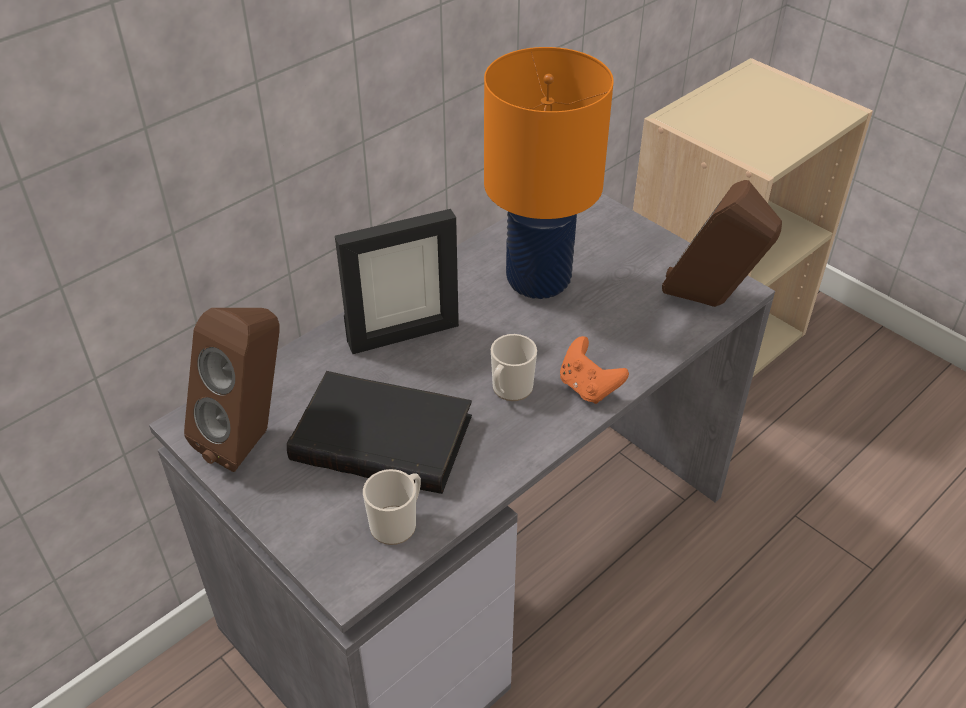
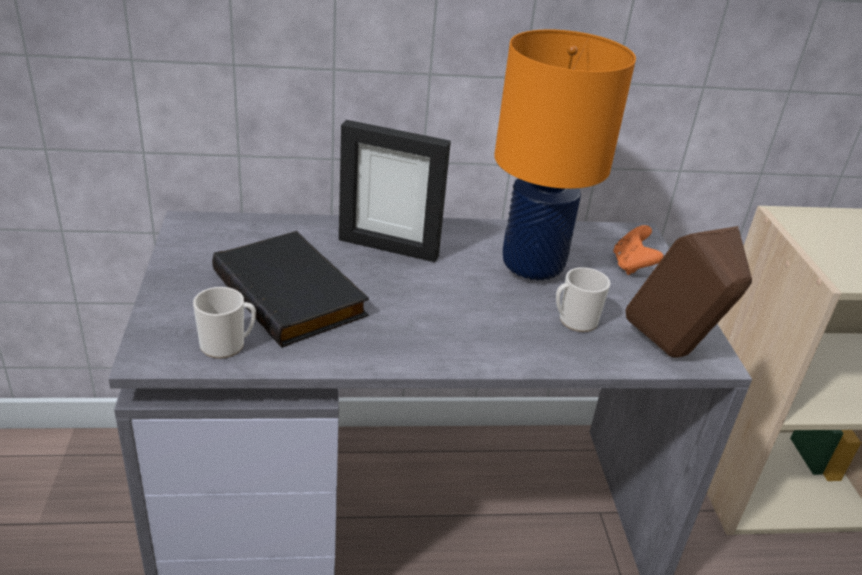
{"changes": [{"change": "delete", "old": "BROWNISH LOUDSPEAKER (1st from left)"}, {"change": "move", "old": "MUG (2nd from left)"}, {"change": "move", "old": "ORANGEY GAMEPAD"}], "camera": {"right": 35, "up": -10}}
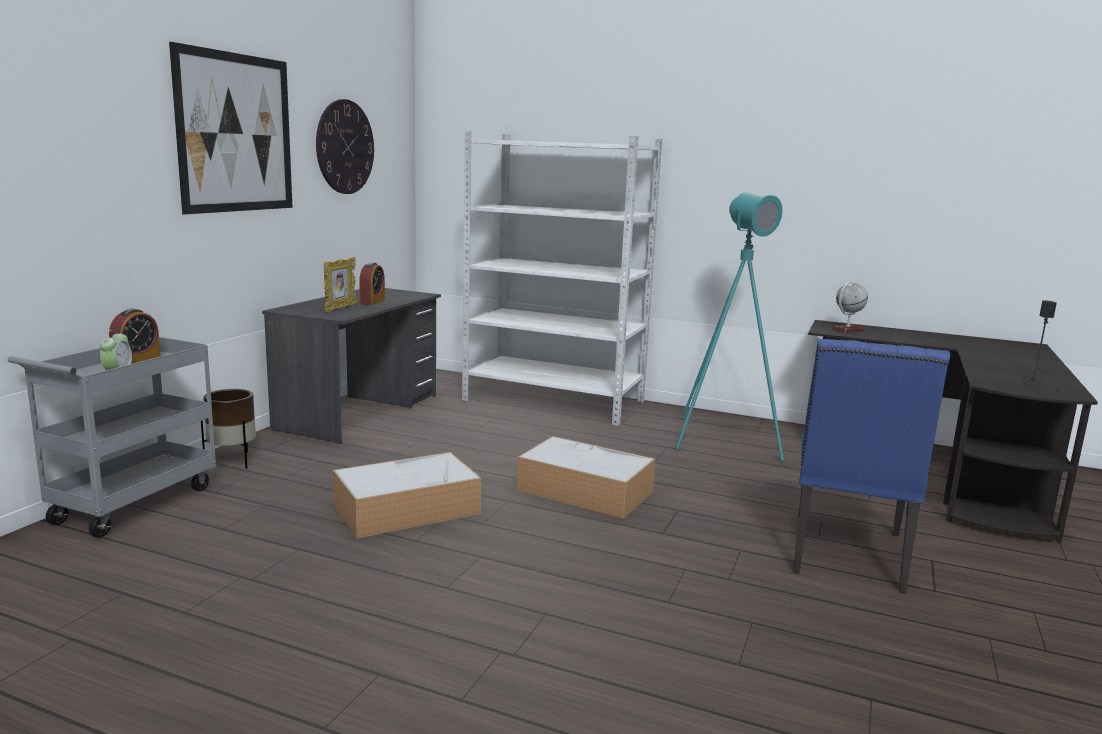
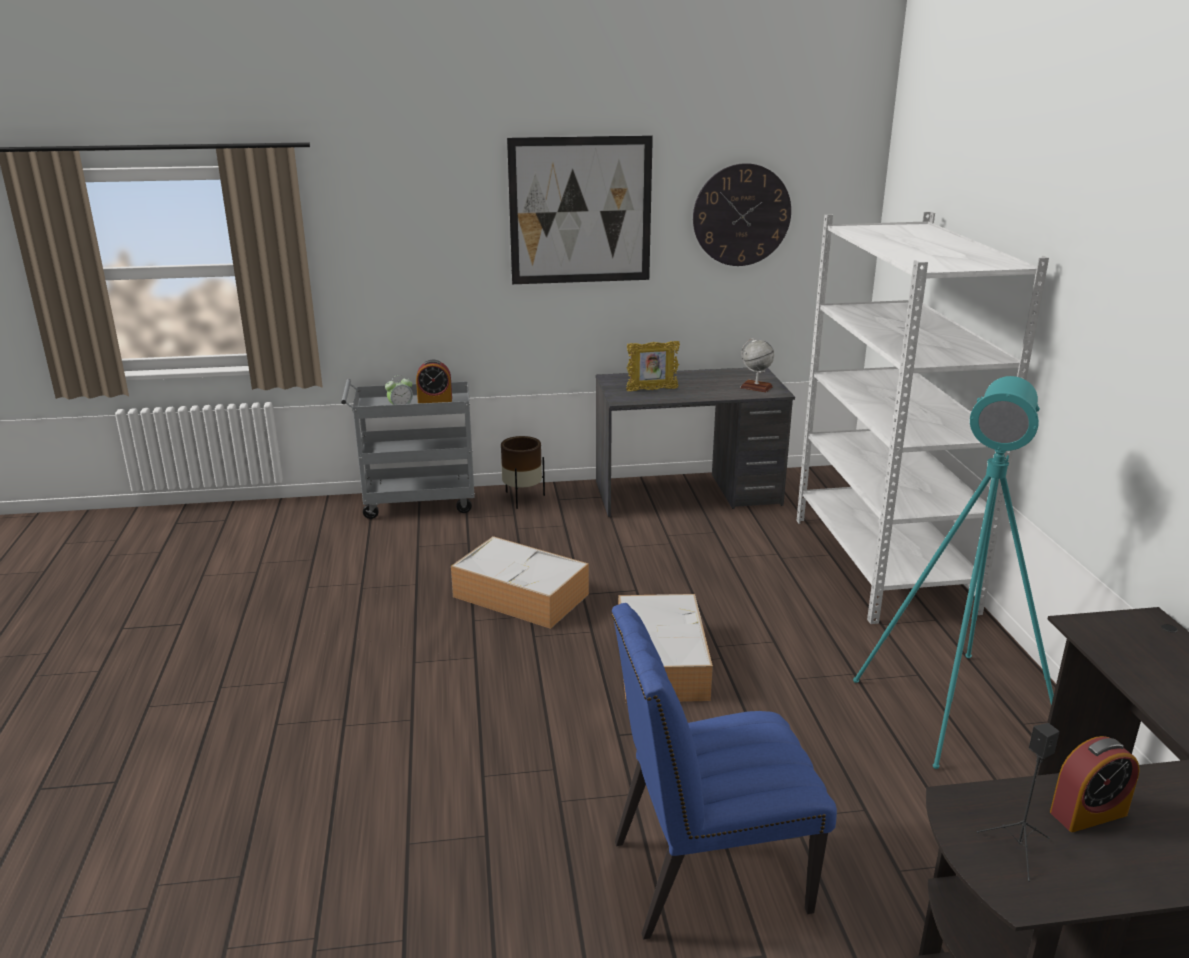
{"changes": [{"change": "move", "old": "TABLE CLOCK (3rd from left)"}, {"change": "move", "old": "GLOBE"}], "camera": {"right": 60, "up": 10}}
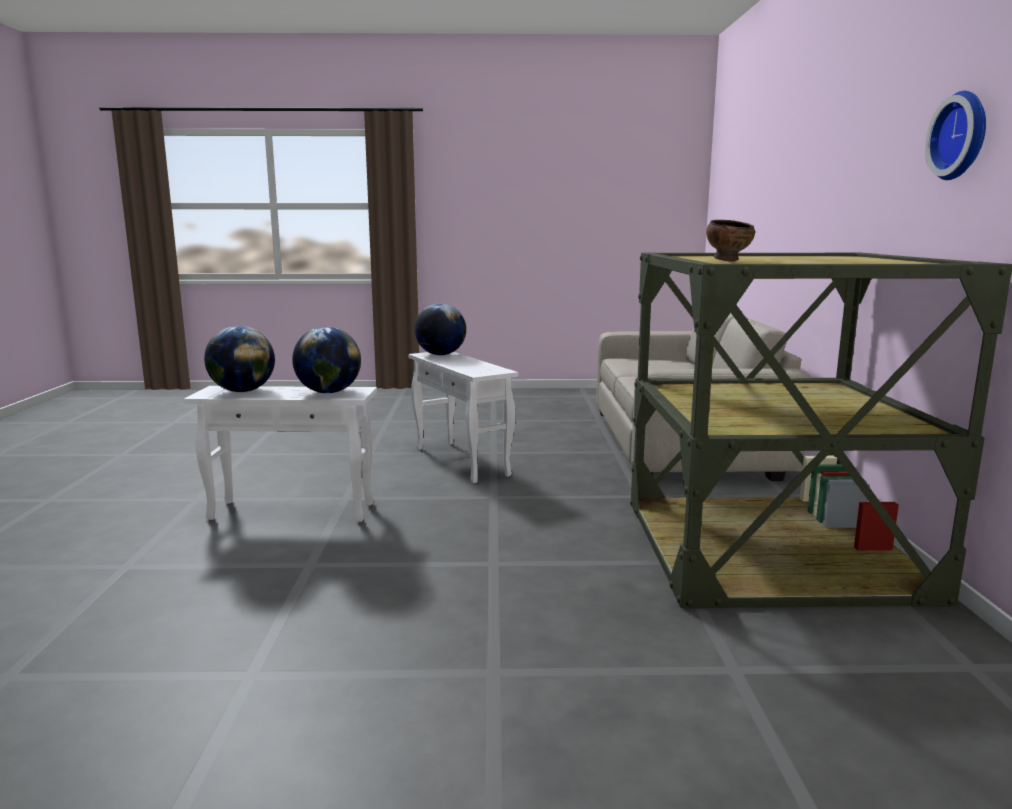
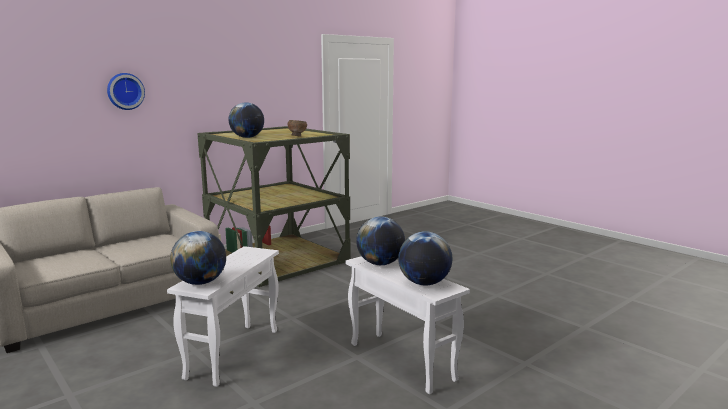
{"changes": [{"change": "move", "old": "HANGING CLOCK"}, {"change": "insert", "new": "GLOBE (2nd from left)"}], "camera": {"right": -130, "up": 0}}
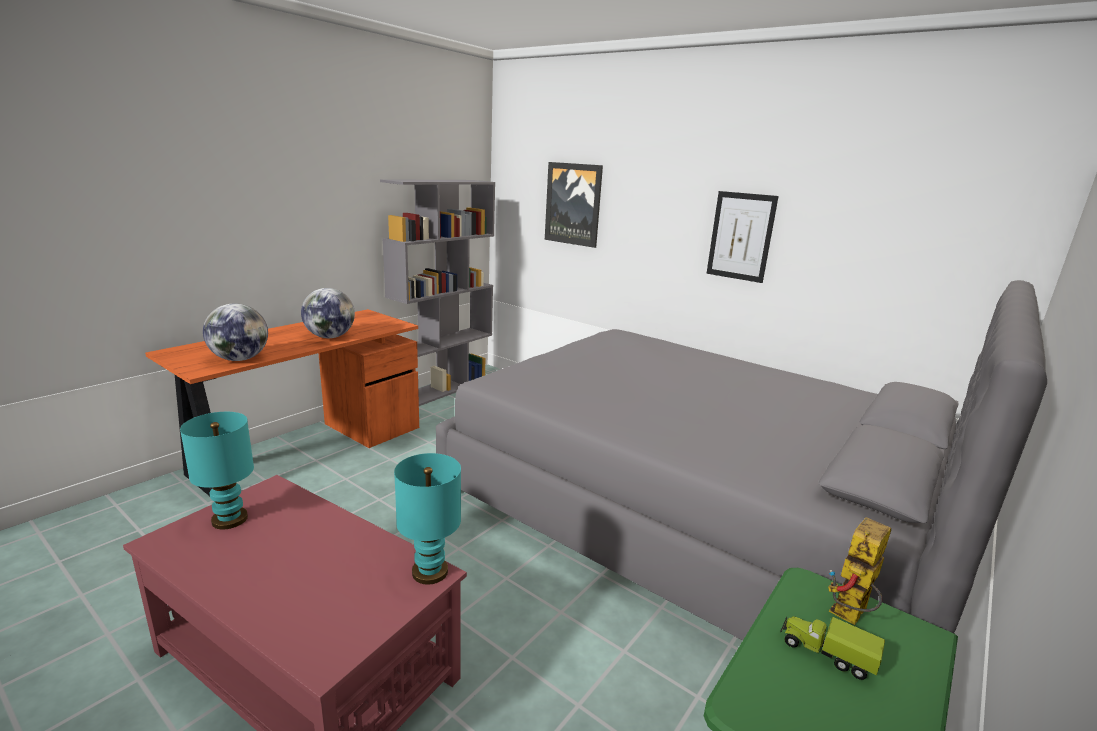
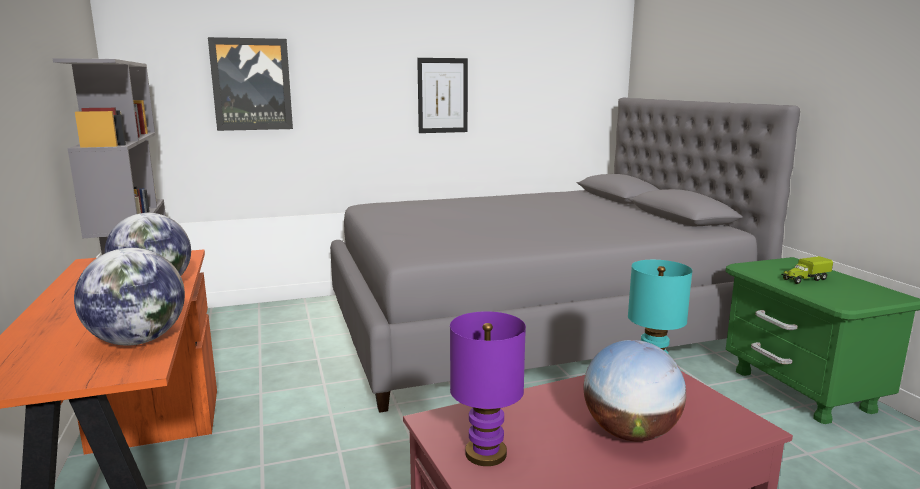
{"changes": [{"change": "recolor", "old": "TURQUOISE TABLETOP LAMP (1st from left)", "new": "PURPLE-COLOURED TABLETOP LAMP"}, {"change": "delete", "old": "TOY ROBOT"}, {"change": "insert", "new": "GLOBE (3rd from left)"}], "camera": {"right": -55, "up": -5}}
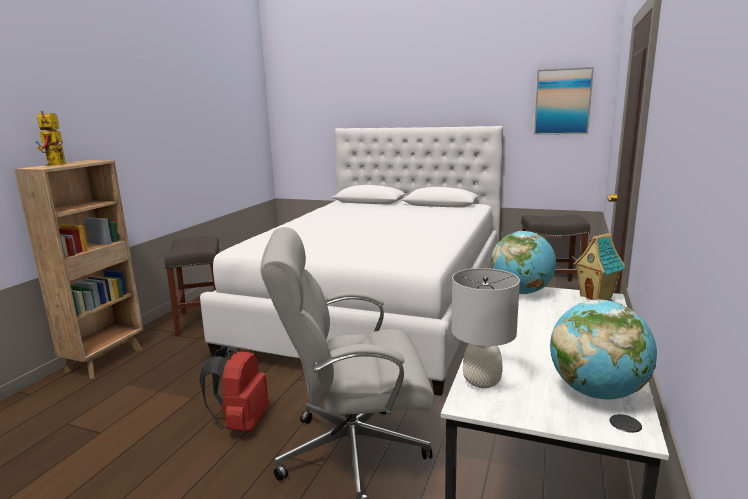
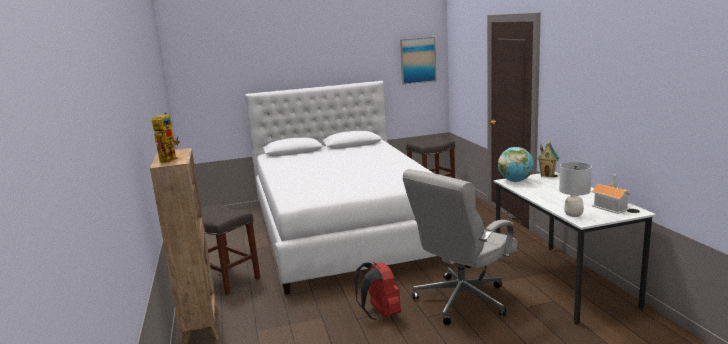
{"changes": [{"change": "rotate", "old": "TOY ROBOT", "degrees": -120}, {"change": "replace", "old": "GLOBE (2nd from left)", "new": "TOY HOUSE (2nd from left)"}], "camera": {"right": -35, "up": 0}}
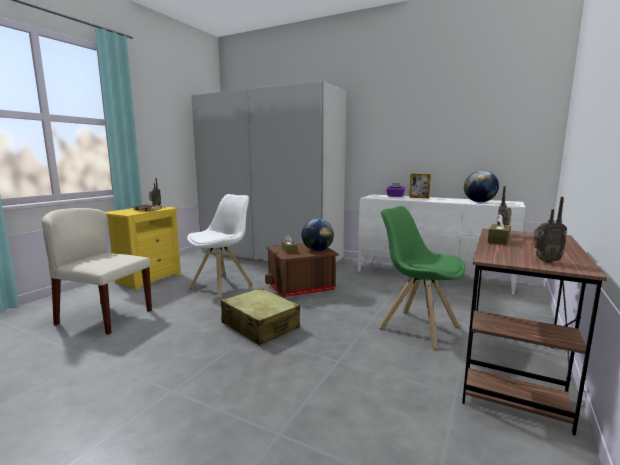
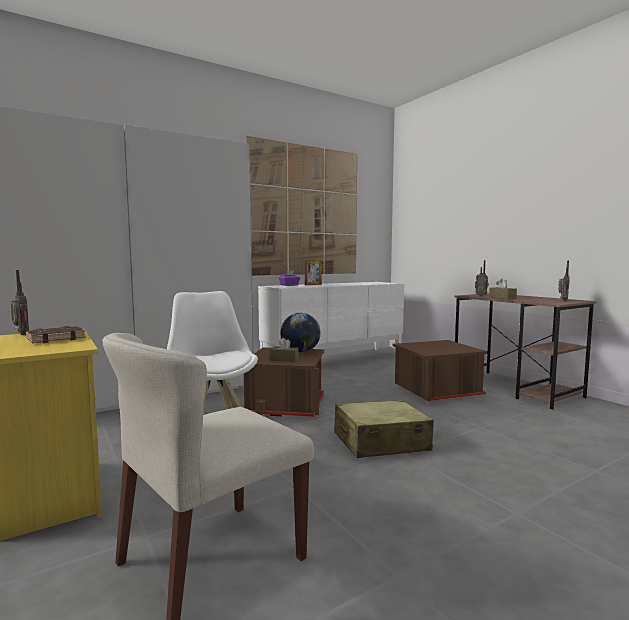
{"changes": [{"change": "replace", "old": "GREENISH PLAIN CHAIR", "new": "BROWNISH STORAGE BIN (2nd from left)"}, {"change": "delete", "old": "GLOBE (2nd from left)"}, {"change": "insert", "new": "PICTURE"}], "camera": {"right": -60, "up": -5}}
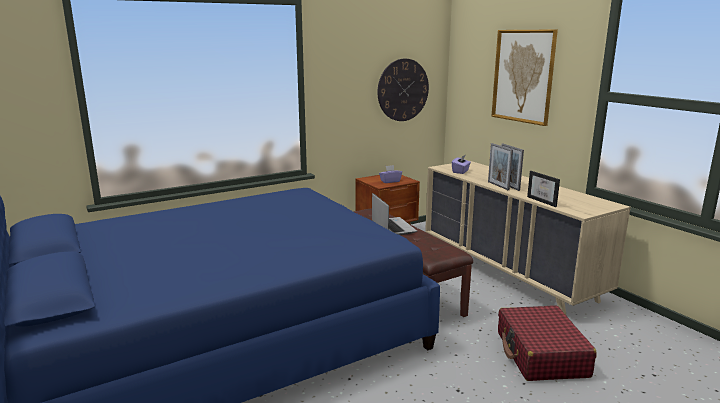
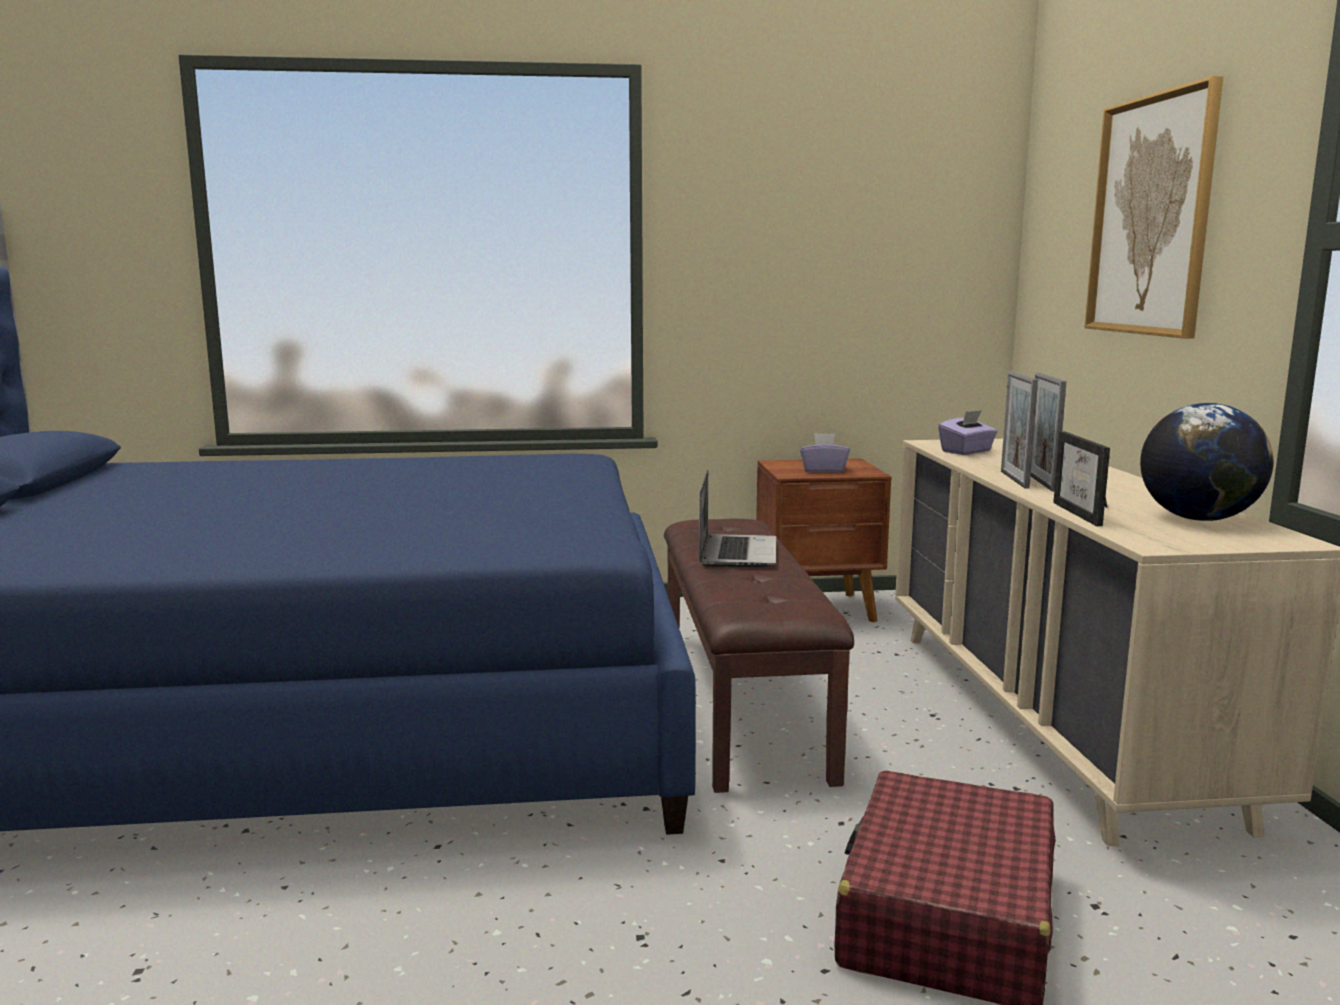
{"changes": [{"change": "delete", "old": "HANGING CLOCK"}, {"change": "insert", "new": "GLOBE"}], "camera": {"right": 25, "up": -5}}
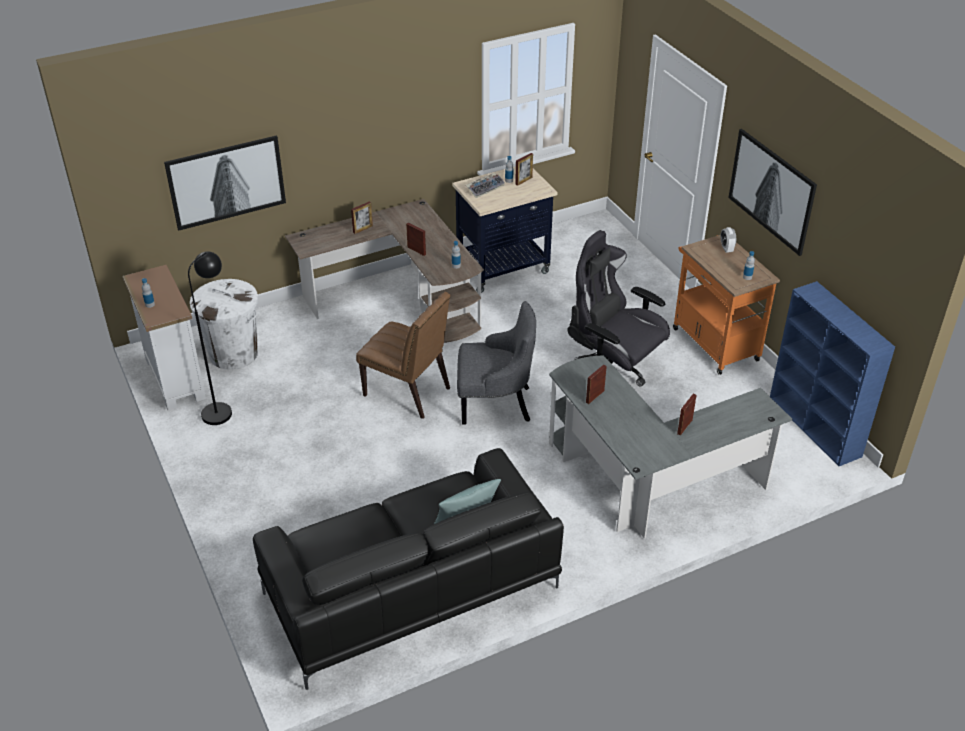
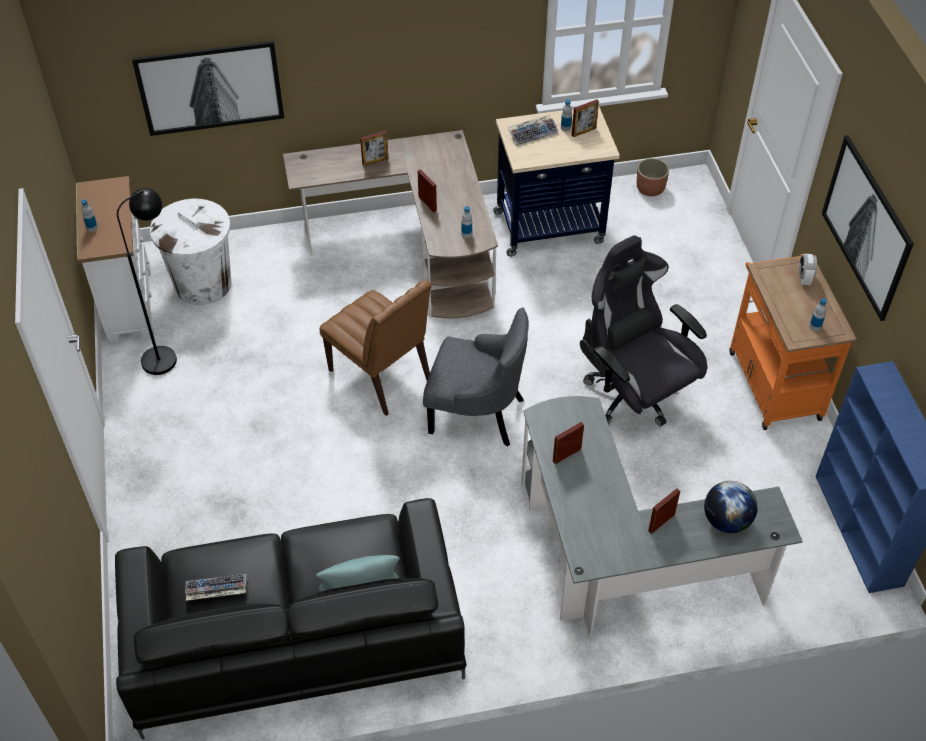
{"changes": [{"change": "insert", "new": "PC KEYBOARD (1st from left)"}, {"change": "insert", "new": "PLANTER"}, {"change": "insert", "new": "GLOBE"}], "camera": {"right": 15, "up": 10}}
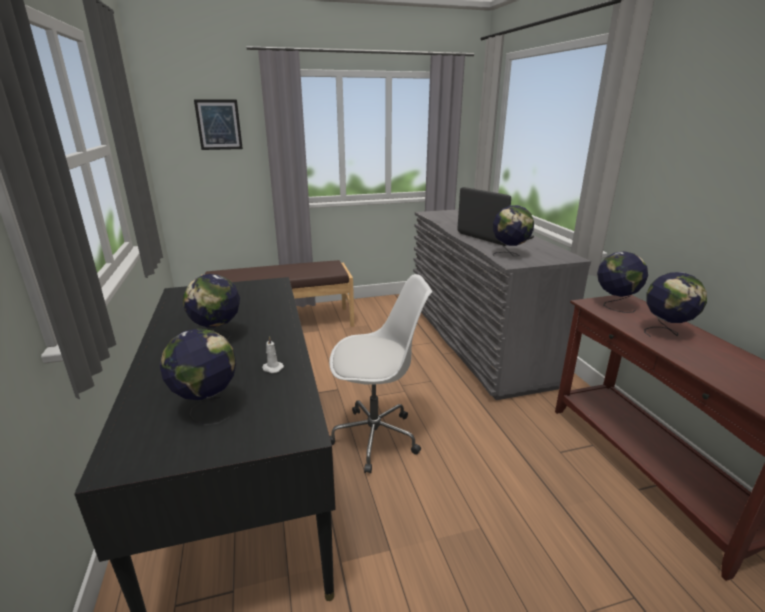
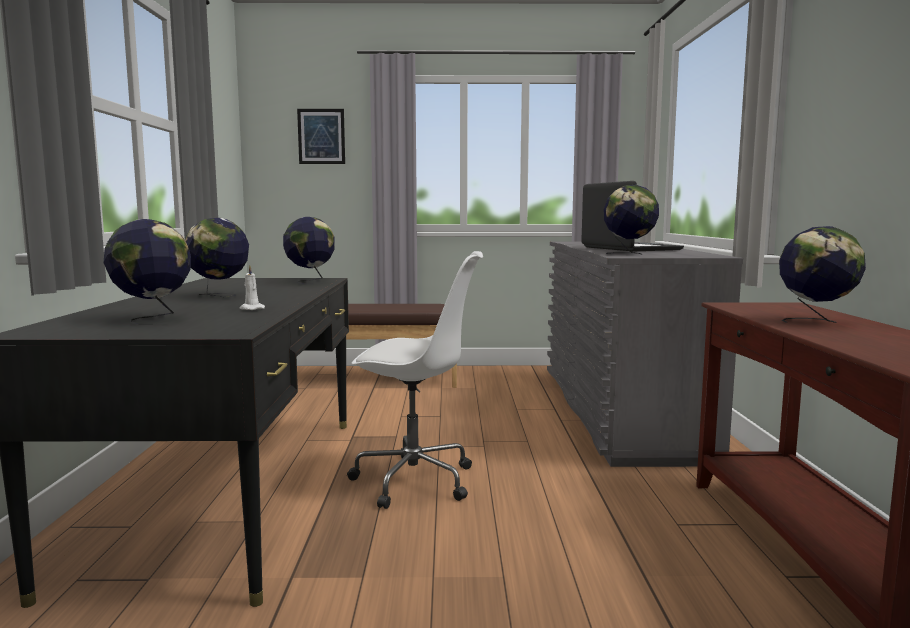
{"changes": [{"change": "move", "old": "GLOBE (4th from left in the first image)", "new": "GLOBE (3rd from left)"}], "camera": {"right": 15, "up": -15}}
